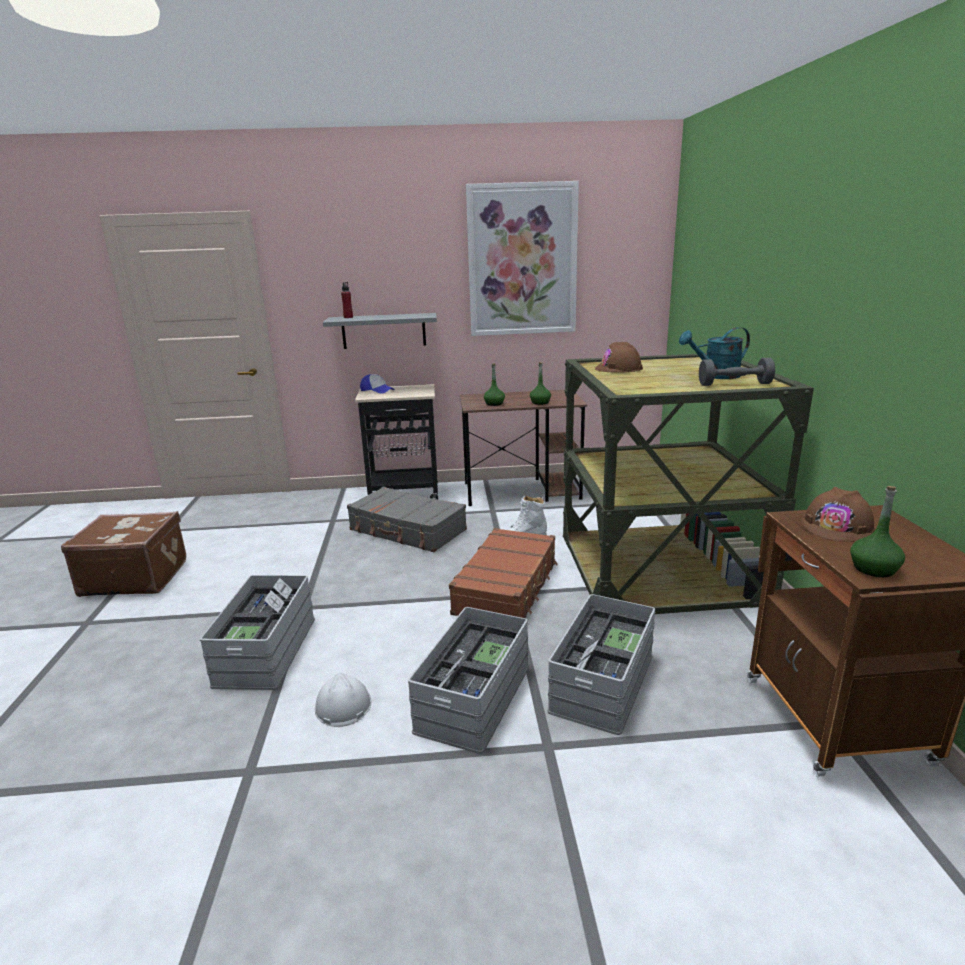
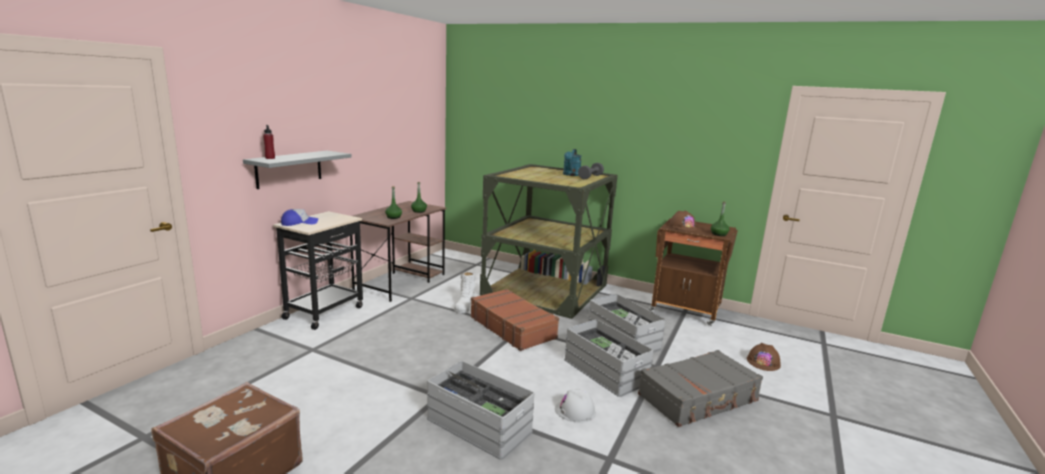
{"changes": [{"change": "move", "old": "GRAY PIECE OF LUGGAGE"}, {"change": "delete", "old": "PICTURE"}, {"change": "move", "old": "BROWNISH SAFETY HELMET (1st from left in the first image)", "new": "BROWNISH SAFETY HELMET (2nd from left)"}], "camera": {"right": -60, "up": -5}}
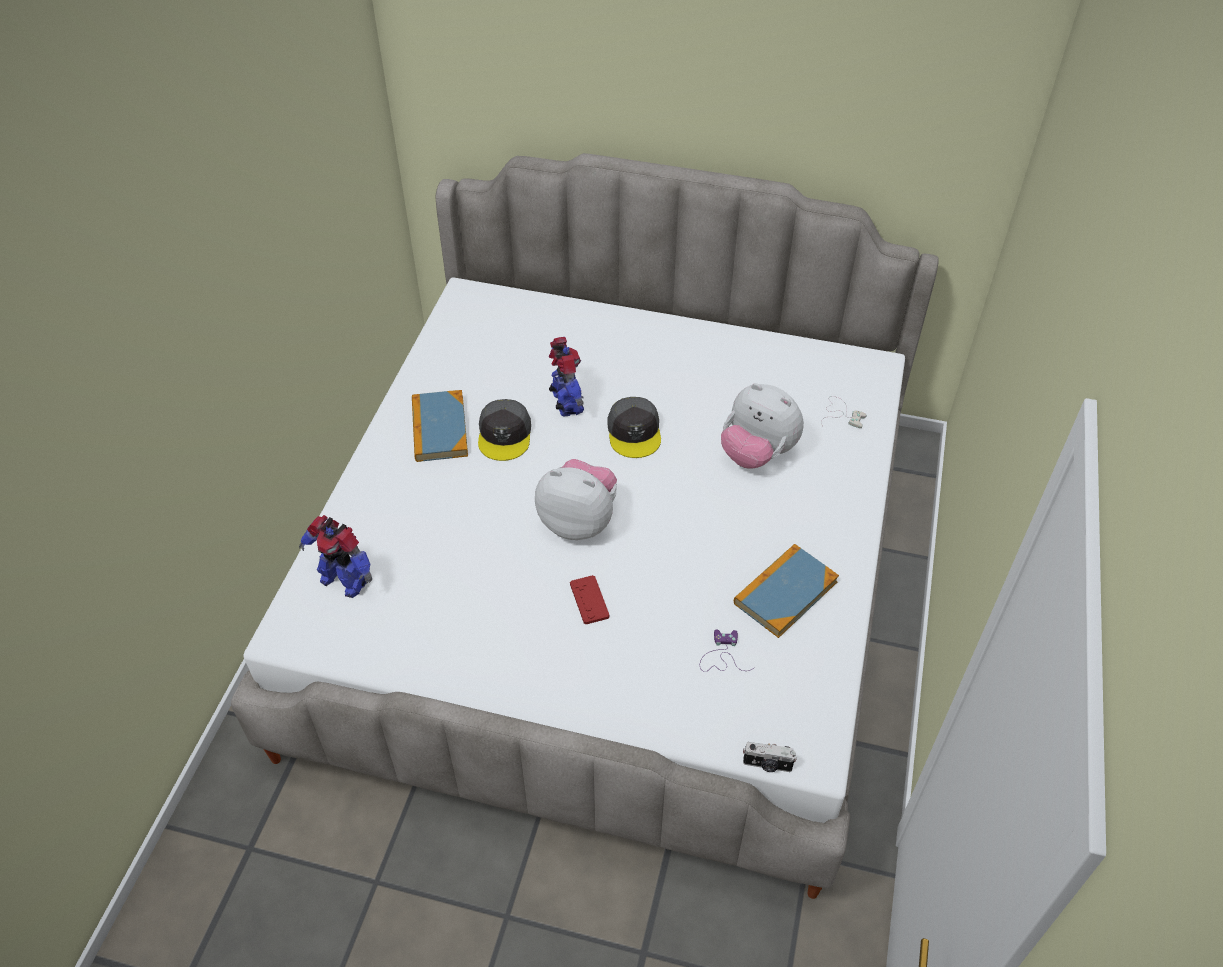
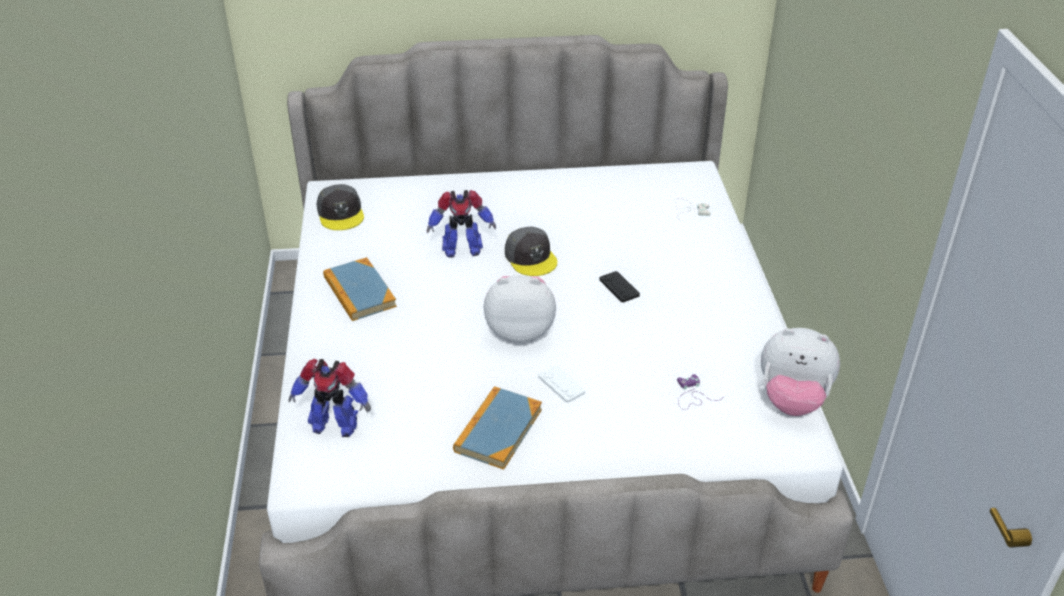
{"changes": [{"change": "move", "old": "GRAY CAP (1st from left)"}, {"change": "rotate", "old": "TOY ROBOT (2nd from left)", "degrees": 120}, {"change": "recolor", "old": "RED GAMEPAD", "new": "WHITE-COLOURED GAMEPAD (1st from left)"}, {"change": "move", "old": "PLUSH TOY (2nd from left)"}, {"change": "move", "old": "BOOK (2nd from left)"}, {"change": "delete", "old": "PHOTO CAMERA"}, {"change": "insert", "new": "BLACK GAMEPAD"}], "camera": {"right": -20, "up": -10}}
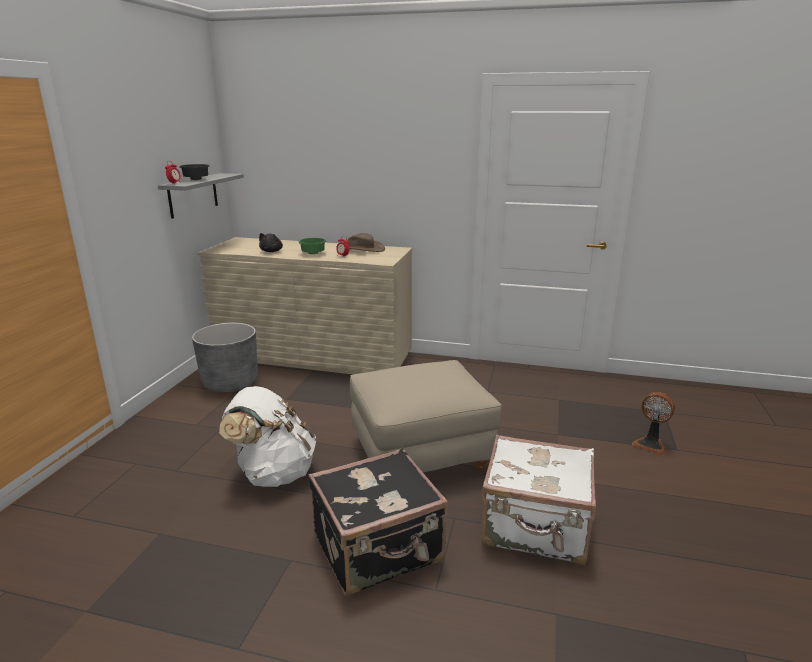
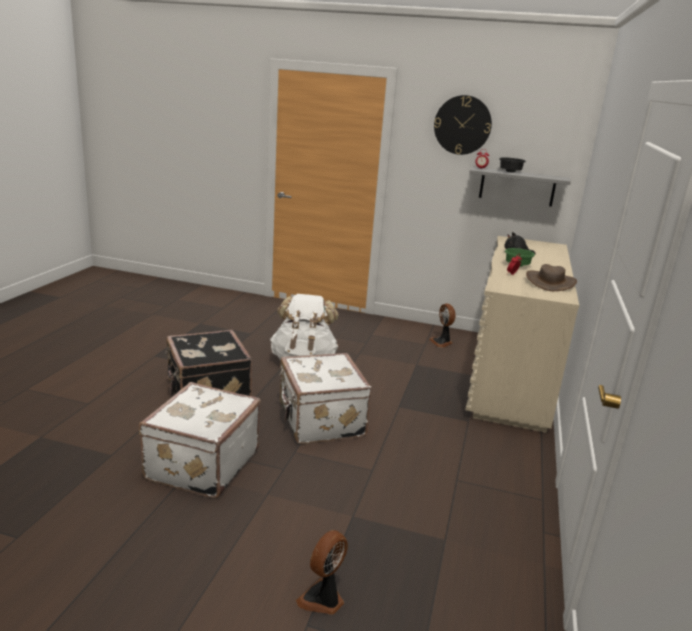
{"changes": [{"change": "replace", "old": "GRAY PLANTER", "new": "COOLING FAN (2nd from left)"}, {"change": "replace", "old": "BEIGE-COLOURED POUFFE", "new": "WHITE-COLOURED PIECE OF LUGGAGE (2nd from left)"}, {"change": "insert", "new": "HANGING CLOCK"}], "camera": {"right": 90, "up": 0}}
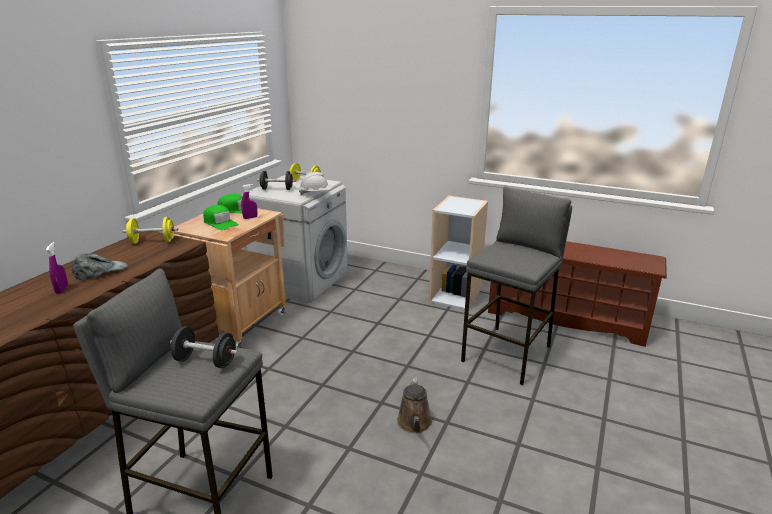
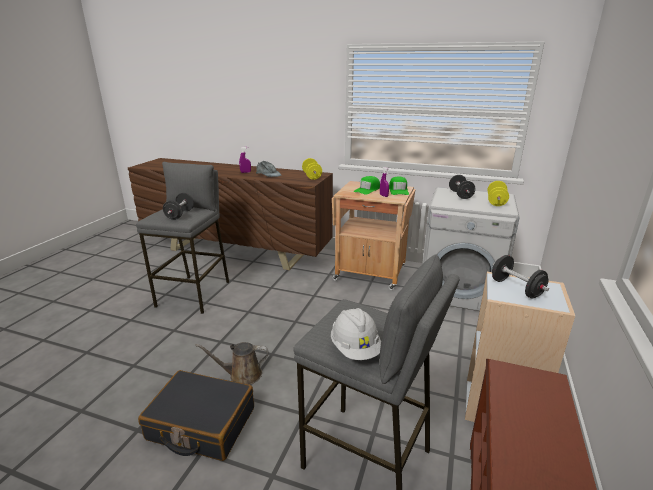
{"changes": [{"change": "move", "old": "WHITE-COLOURED SAFETY HELMET"}, {"change": "insert", "new": "BLACK PIECE OF LUGGAGE"}, {"change": "insert", "new": "BLACK DUMBBELL (3rd from left)"}], "camera": {"right": 85, "up": 0}}
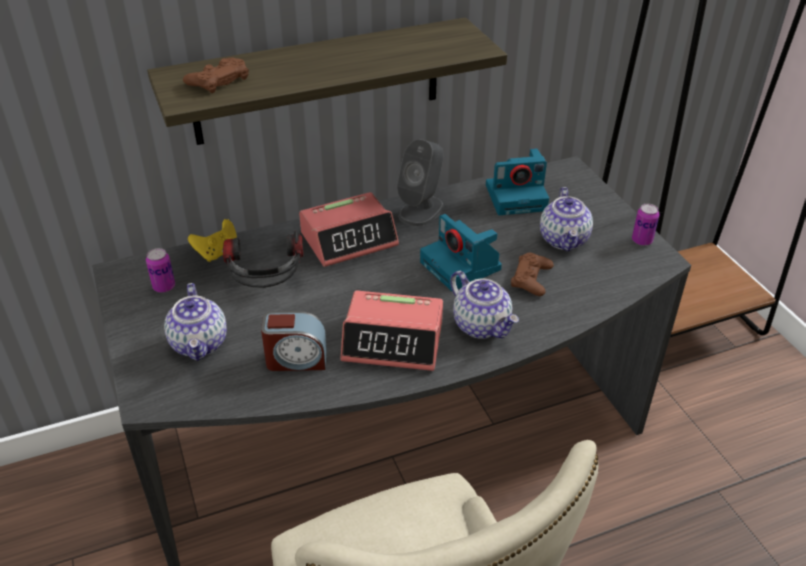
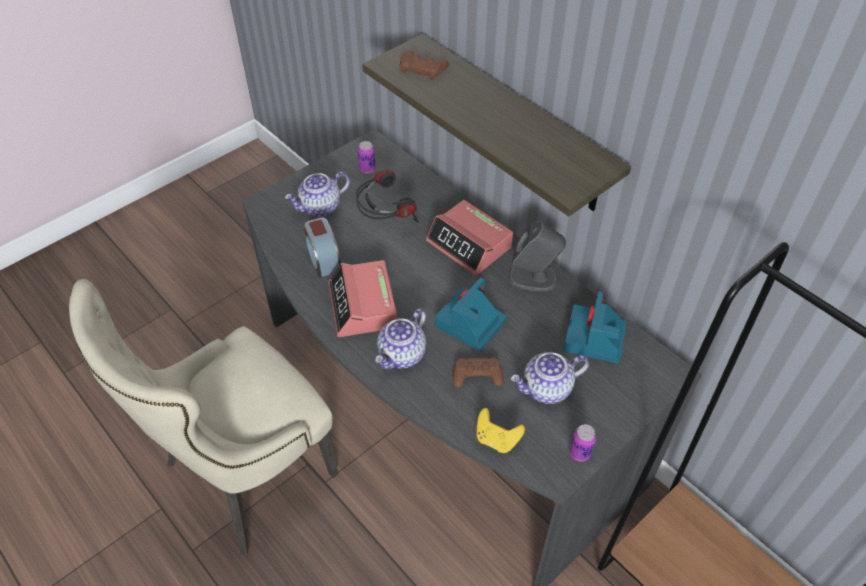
{"changes": [{"change": "move", "old": "YELLOW-COLOURED GAMEPAD"}, {"change": "rotate", "old": "PHOTO CAMERA (2nd from left)", "degrees": 45}], "camera": {"right": 70, "up": 10}}
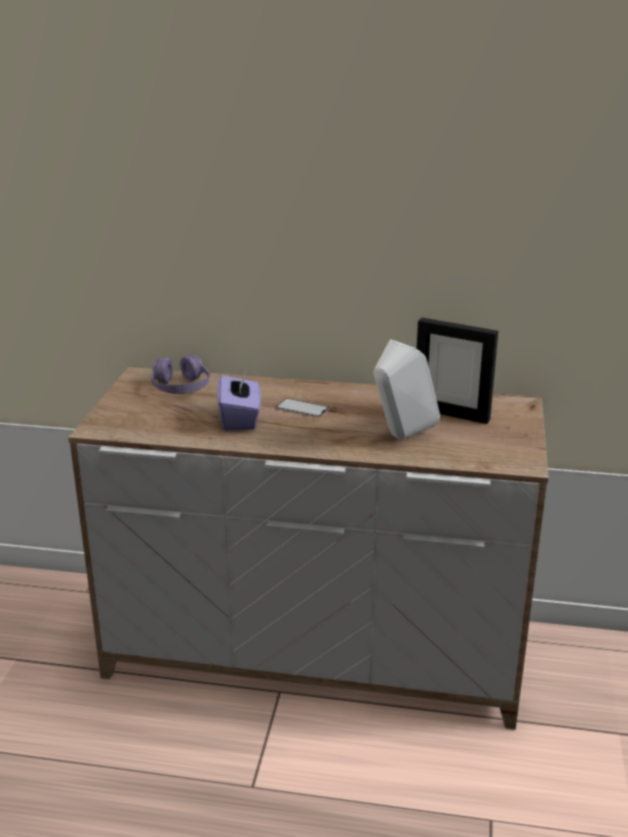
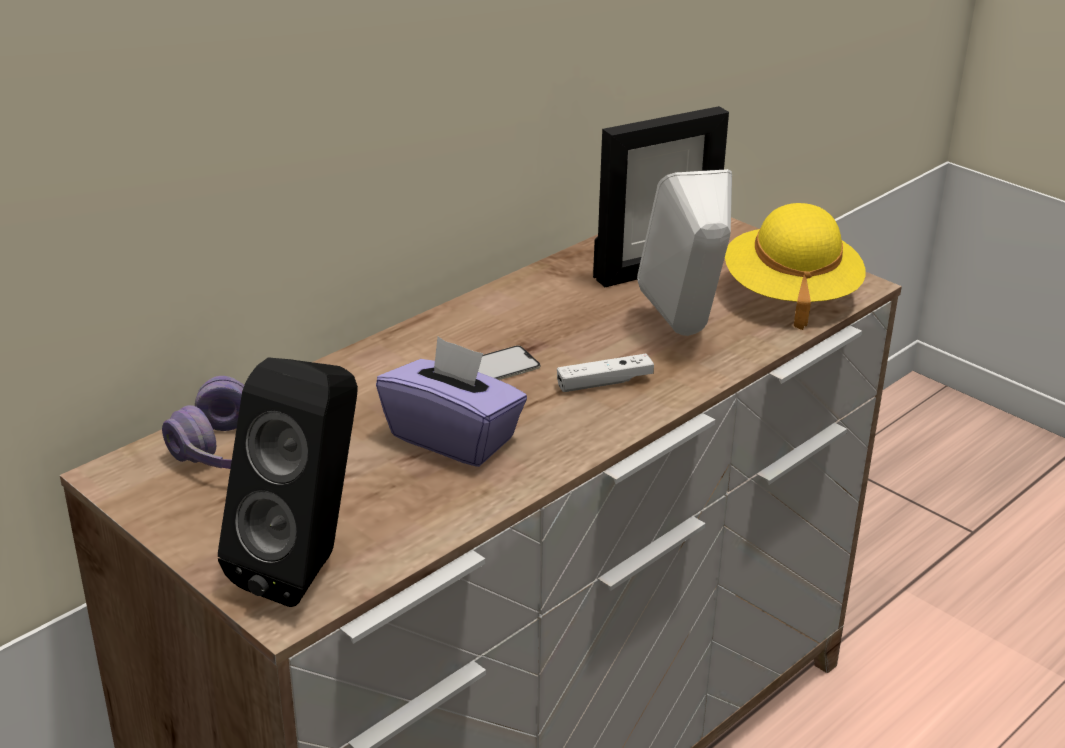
{"changes": [{"change": "insert", "new": "BLACK LOUDSPEAKER"}, {"change": "insert", "new": "WHITE-COLOURED GAMEPAD"}, {"change": "insert", "new": "YELLOW-COLOURED WEARABLE HAT"}], "camera": {"right": -55, "up": 5}}
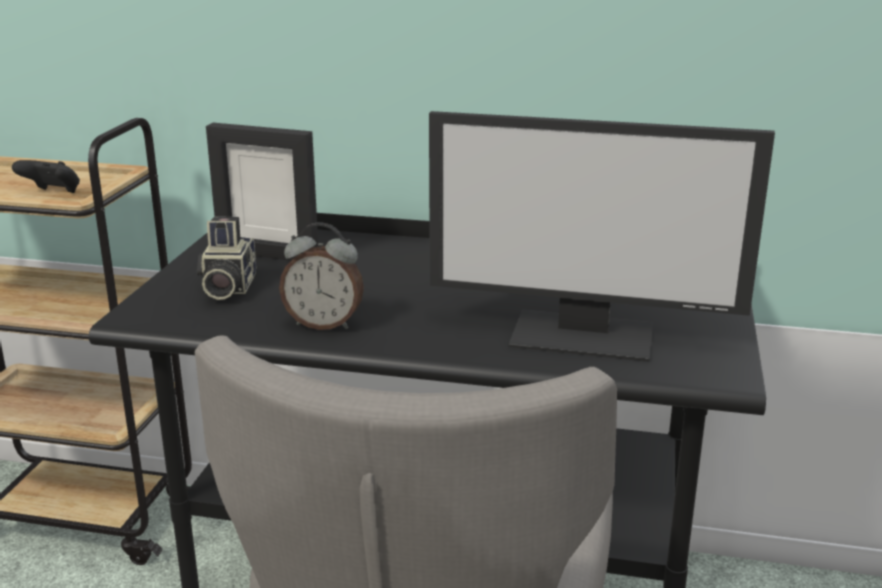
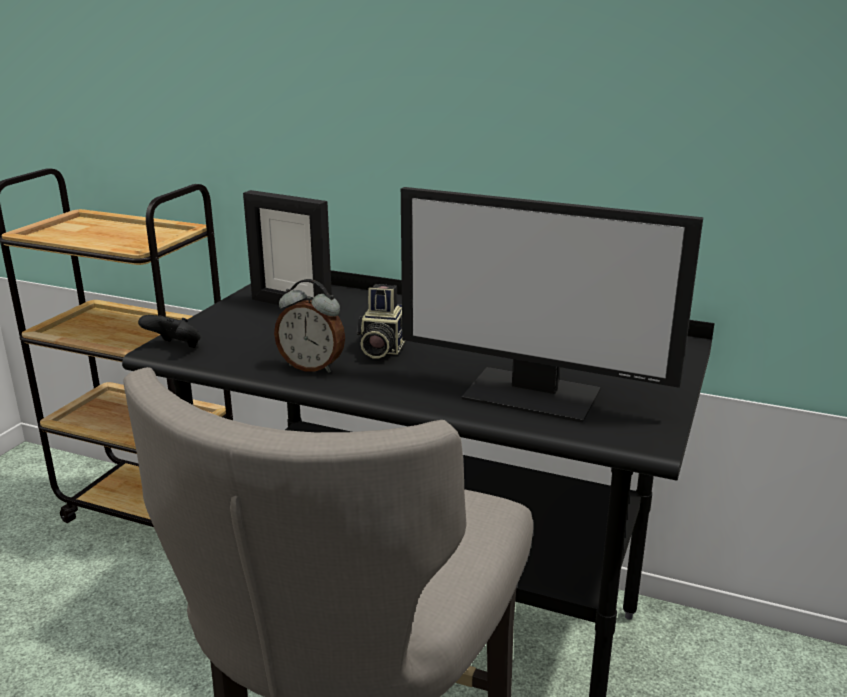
{"changes": [{"change": "move", "old": "BLACK GAMEPAD"}, {"change": "move", "old": "PHOTO CAMERA"}], "camera": {"right": 10, "up": 0}}
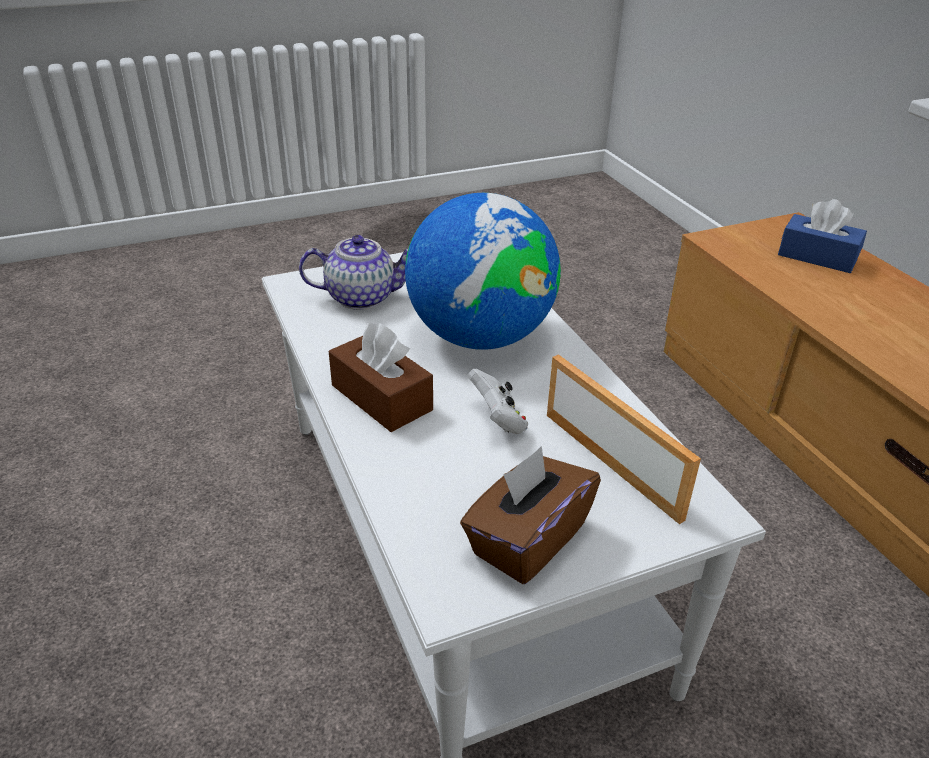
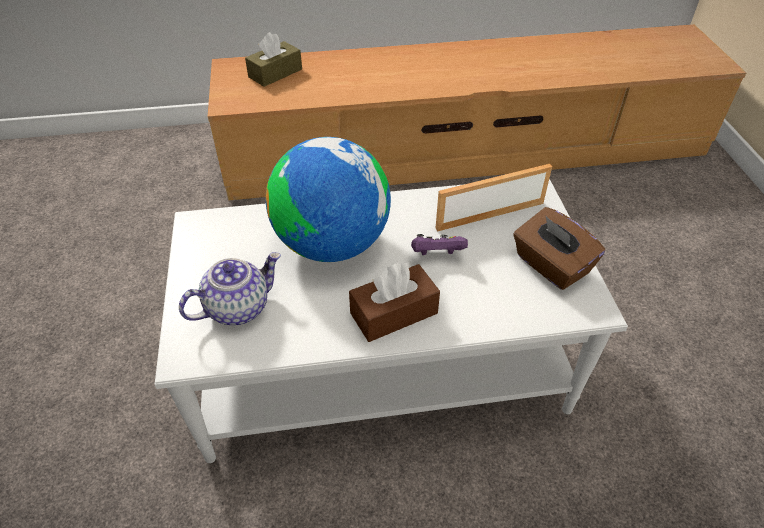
{"changes": [{"change": "rotate", "old": "TEAPOT", "degrees": 45}, {"change": "recolor", "old": "WHITE-COLOURED GAMEPAD", "new": "PURPLE-COLOURED GAMEPAD"}, {"change": "recolor", "old": "BLUE-COLOURED TISSUE BOX", "new": "BROWNISH TISSUE BOX (1st from left)"}], "camera": {"right": -75, "up": 10}}
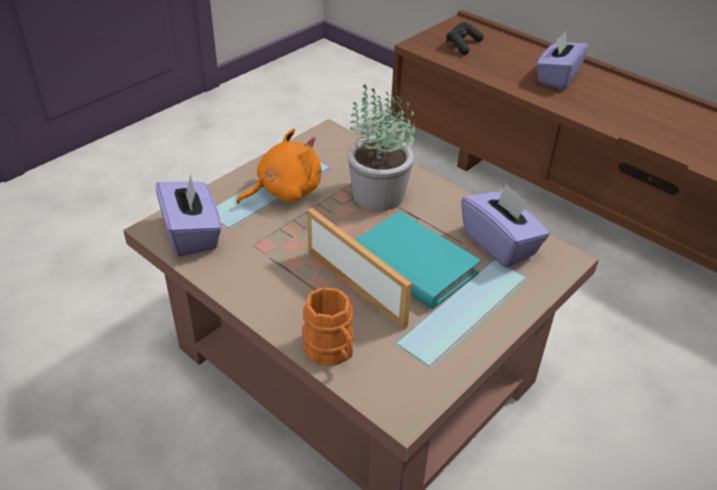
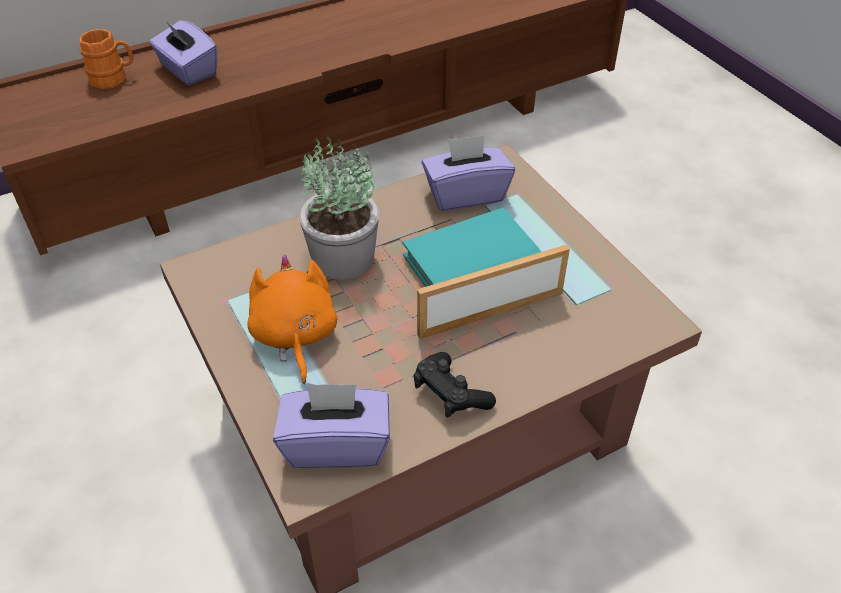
{"changes": [{"change": "move", "old": "ORANGEY MUG"}, {"change": "move", "old": "BLACK GAMEPAD"}], "camera": {"right": -70, "up": 5}}
